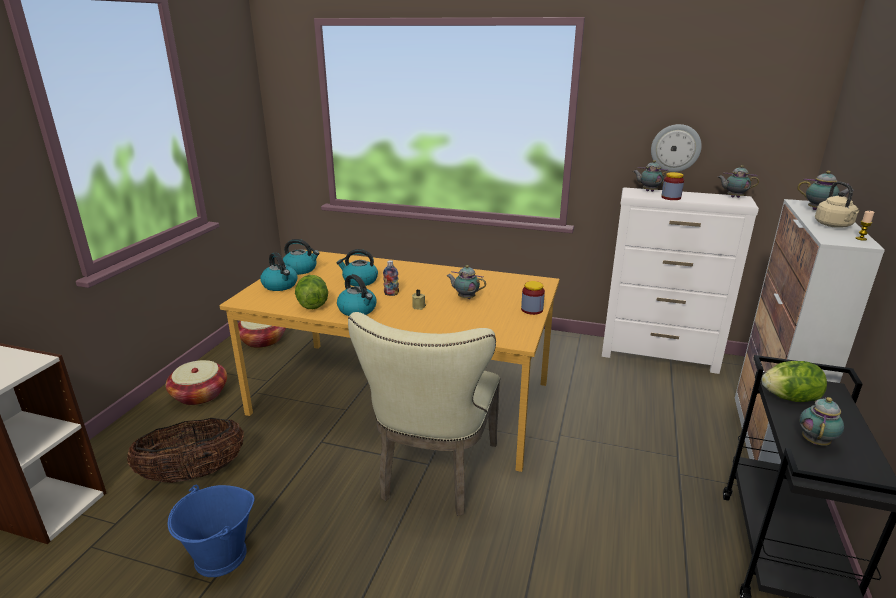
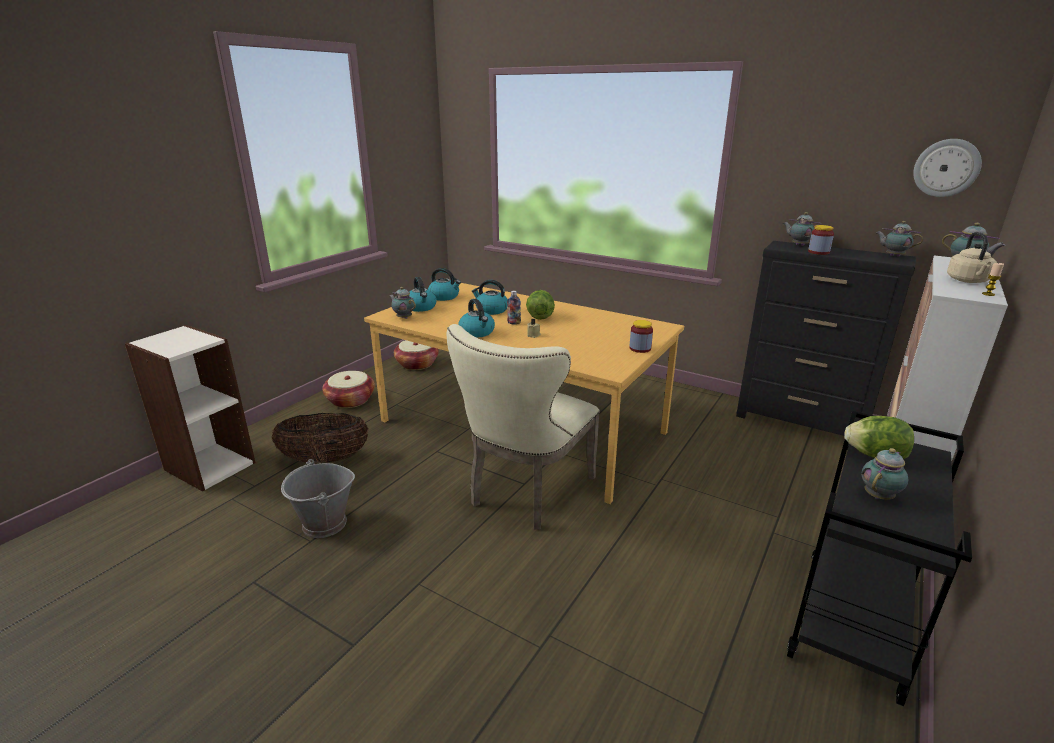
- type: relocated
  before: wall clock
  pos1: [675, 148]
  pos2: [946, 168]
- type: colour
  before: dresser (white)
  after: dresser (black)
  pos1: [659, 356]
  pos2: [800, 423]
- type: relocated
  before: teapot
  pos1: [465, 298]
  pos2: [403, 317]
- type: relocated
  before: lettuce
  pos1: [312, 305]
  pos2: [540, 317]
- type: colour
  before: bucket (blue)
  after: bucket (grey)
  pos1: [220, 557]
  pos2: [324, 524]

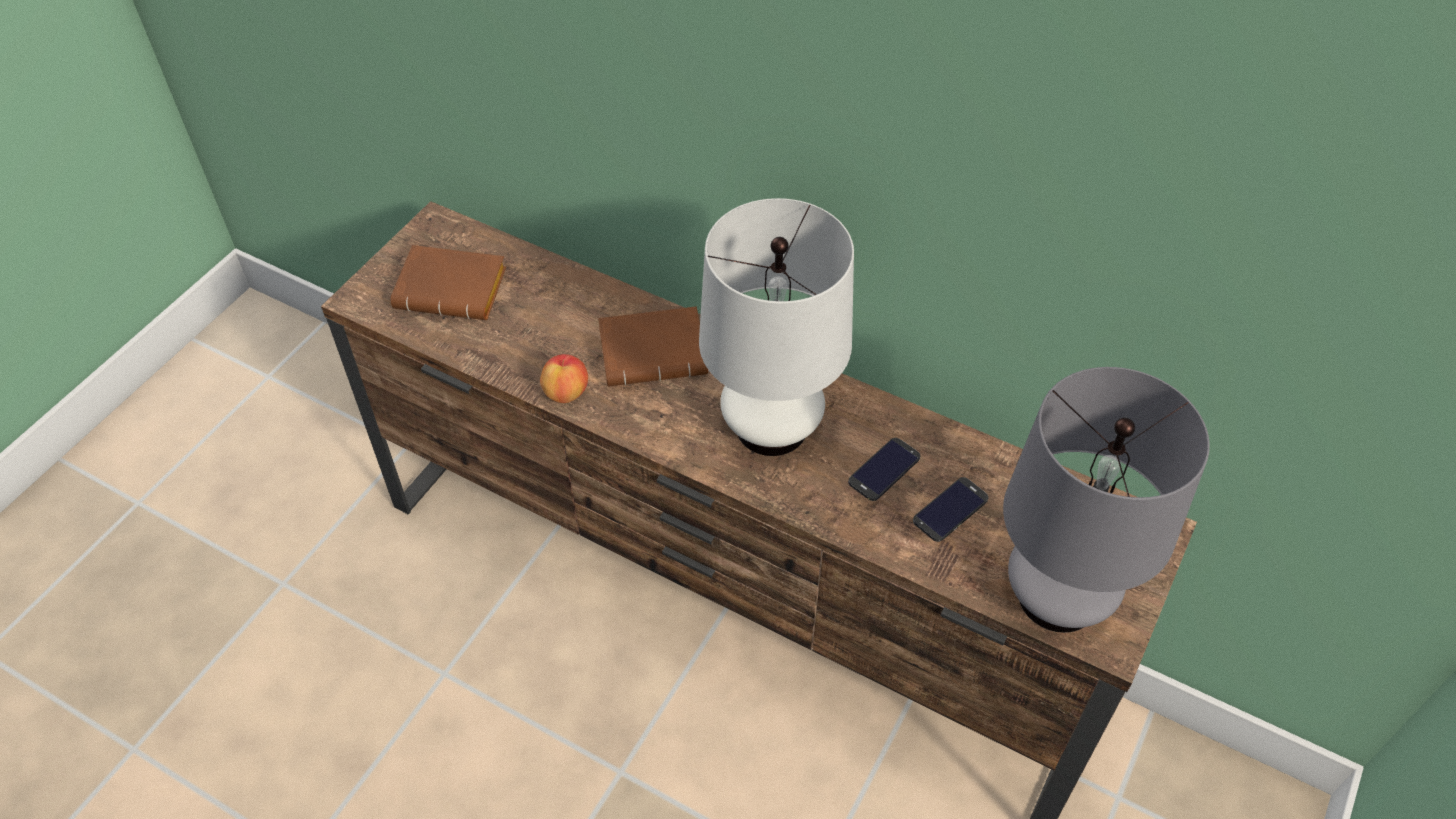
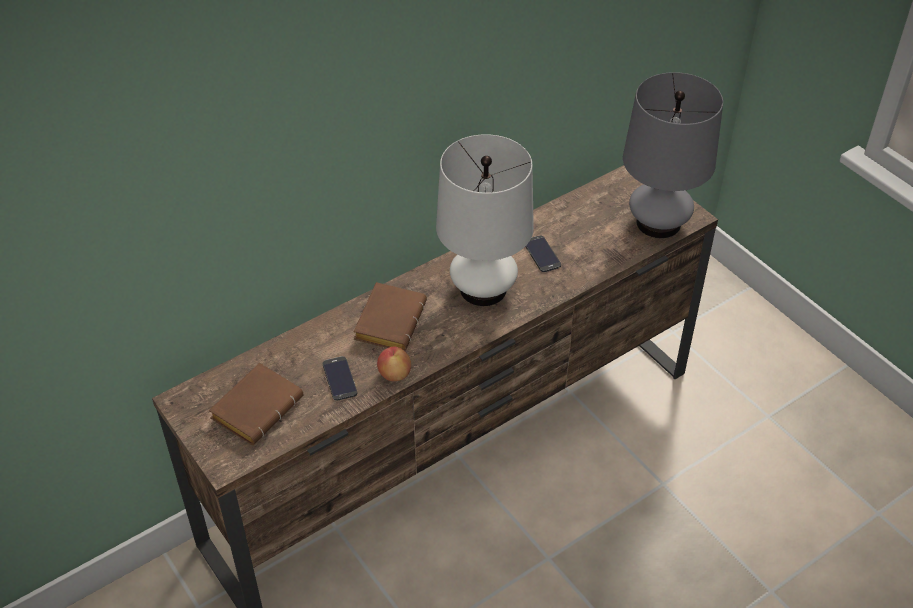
- type: relocated
  before: phone
  pos1: [950, 510]
  pos2: [340, 378]

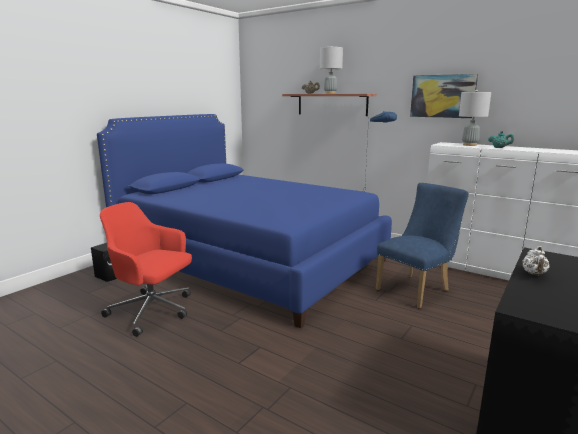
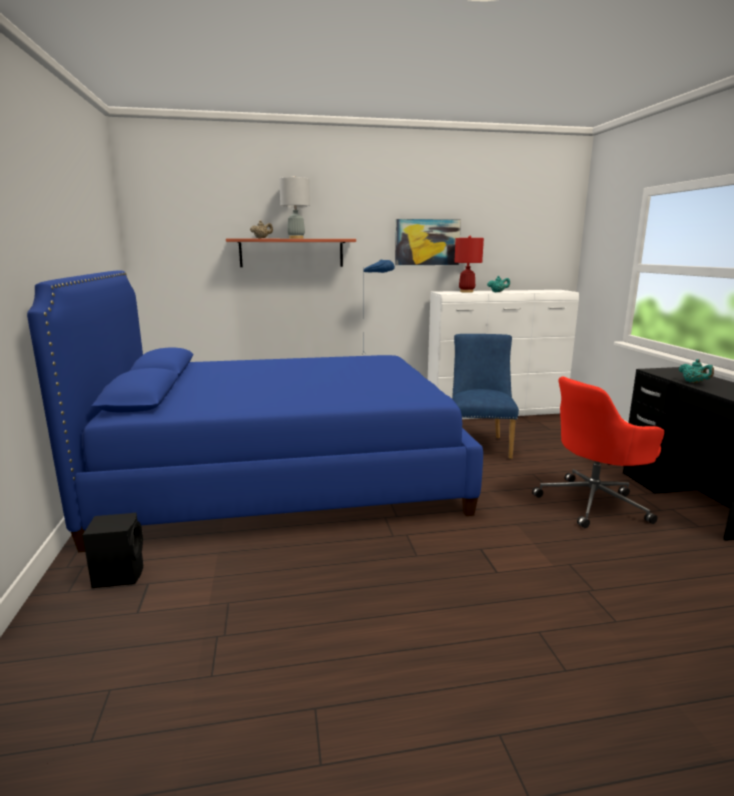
- type: colour
  before: table lamp (grey)
  after: table lamp (red)
  pos1: [469, 145]
  pos2: [466, 292]
- type: relocated
  before: office chair (red)
  pos1: [153, 311]
  pos2: [593, 503]
- type: colour
  before: teapot (white)
  after: teapot (turquoise)
  pos1: [534, 274]
  pos2: [694, 382]

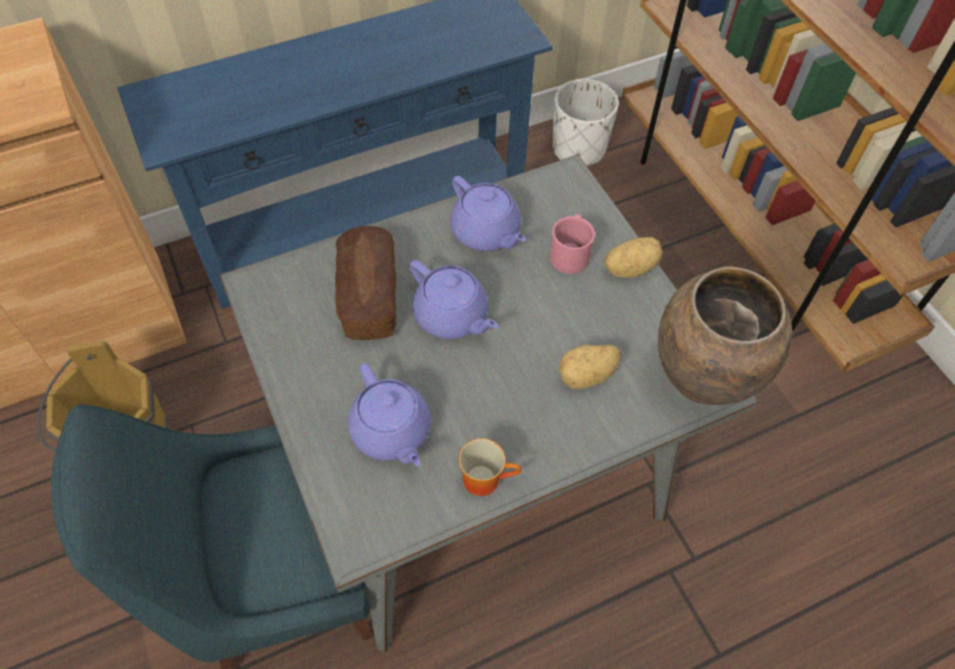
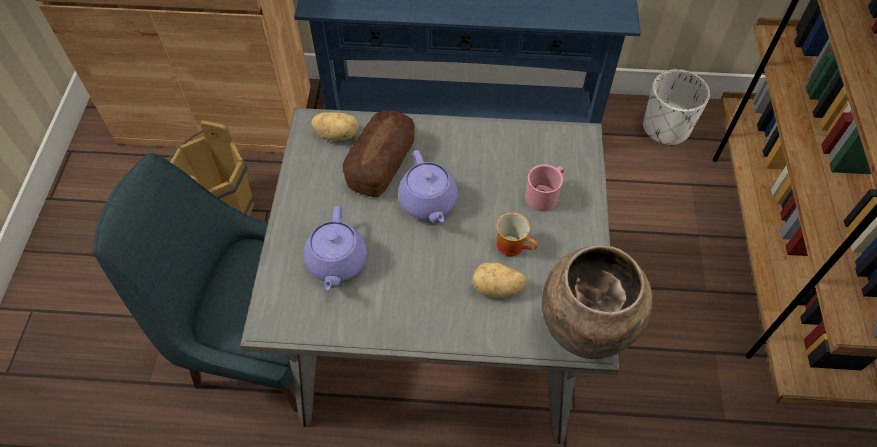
- type: missing
  before: teapot (purple)
  pos1: [486, 232]
- type: relocated
  before: potato
  pos1: [629, 267]
  pos2: [337, 134]
- type: relocated
  before: mug
  pos1: [485, 477]
  pos2: [513, 245]

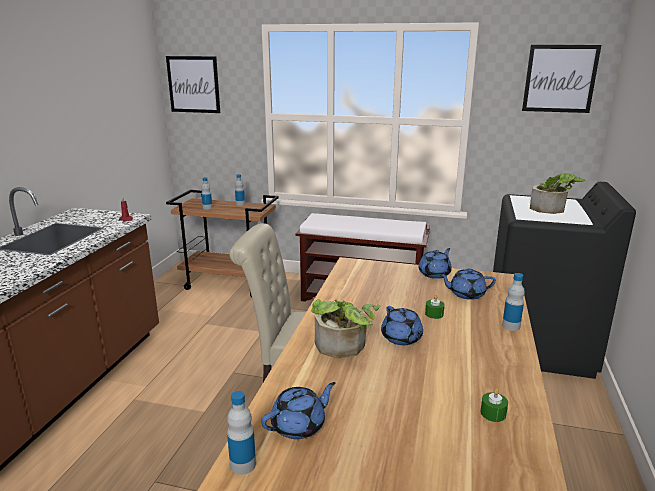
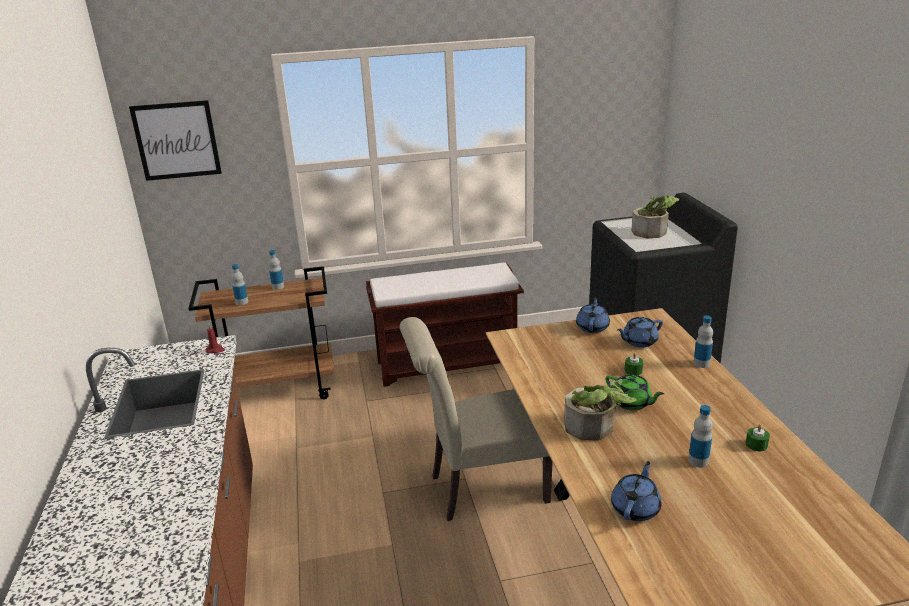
- type: missing
  before: picture
  pos1: [560, 79]
- type: colour
  before: teapot (blue)
  after: teapot (green)
  pos1: [401, 338]
  pos2: [631, 403]
- type: relocated
  before: bottle
  pos1: [243, 464]
  pos2: [698, 461]

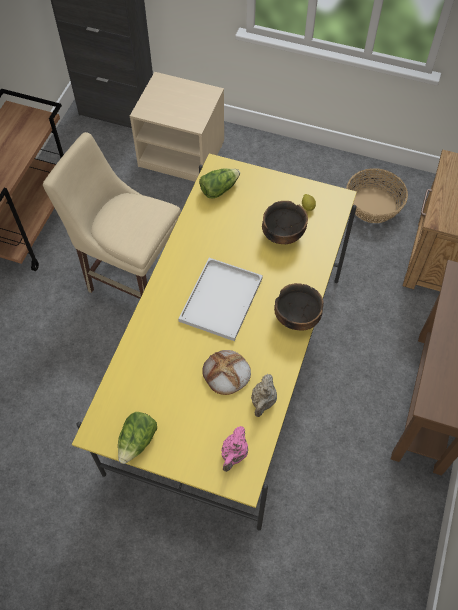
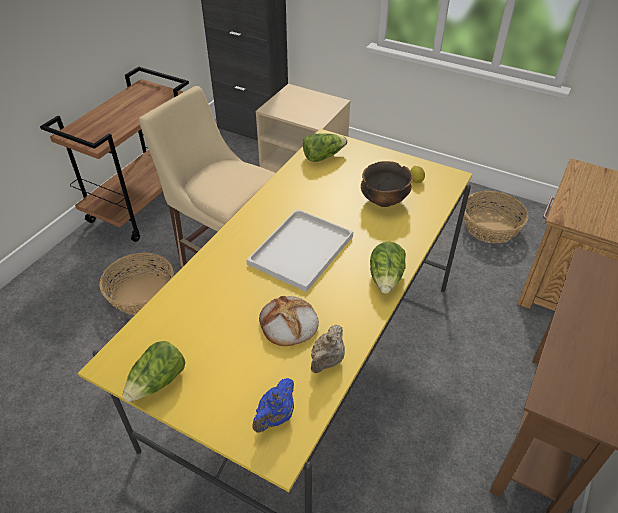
- type: exchanged
  before: bowl
  after: lettuce
  pos1: [297, 318]
  pos2: [386, 278]
- type: colour
  before: teapot (pink)
  after: teapot (blue)
  pos1: [234, 454]
  pos2: [275, 417]
- type: appeared
  after: basket
  pos2: [142, 294]

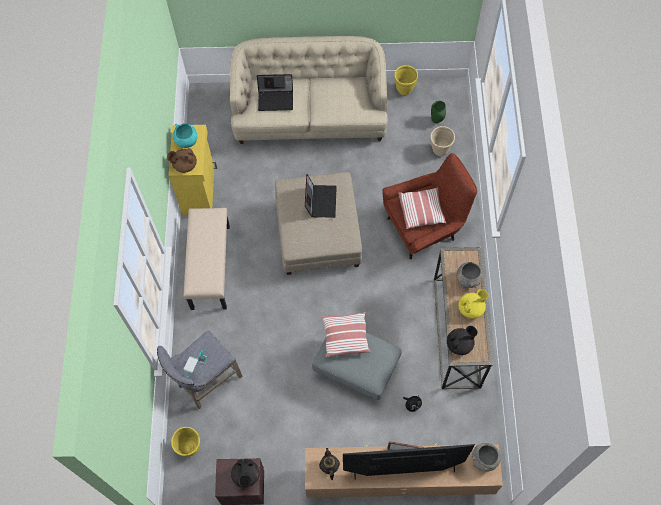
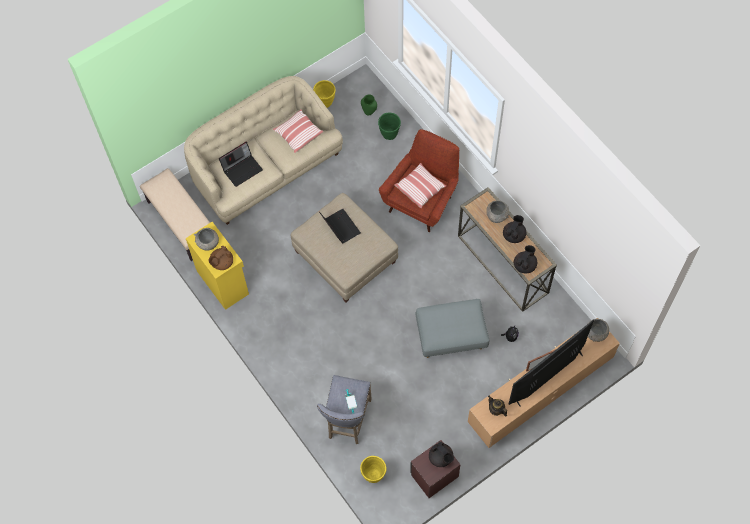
- type: colour
  before: bowl (turquoise)
  after: bowl (grey)
  pos1: [186, 142]
  pos2: [208, 244]
- type: colour
  before: planter (beige)
  after: planter (green)
  pos1: [440, 150]
  pos2: [389, 135]
- type: relocated
  before: bench (beige)
  pos1: [210, 267]
  pos2: [181, 223]
- type: colour
  before: teapot (yellow)
  after: teapot (black)
  pos1: [471, 308]
  pos2: [514, 235]
- type: relocated
  before: pillow
  pos1: [345, 336]
  pos2: [298, 134]

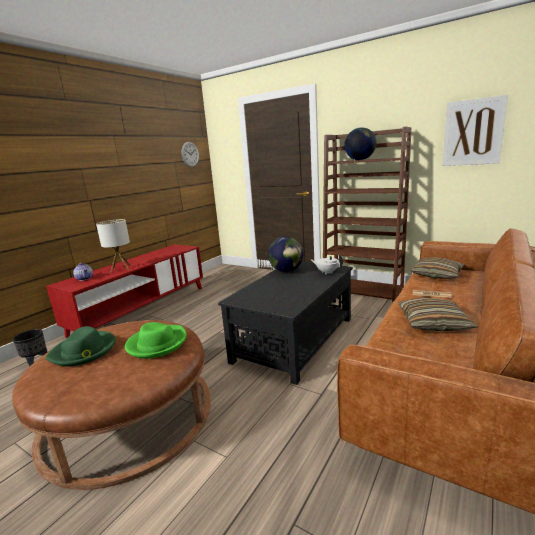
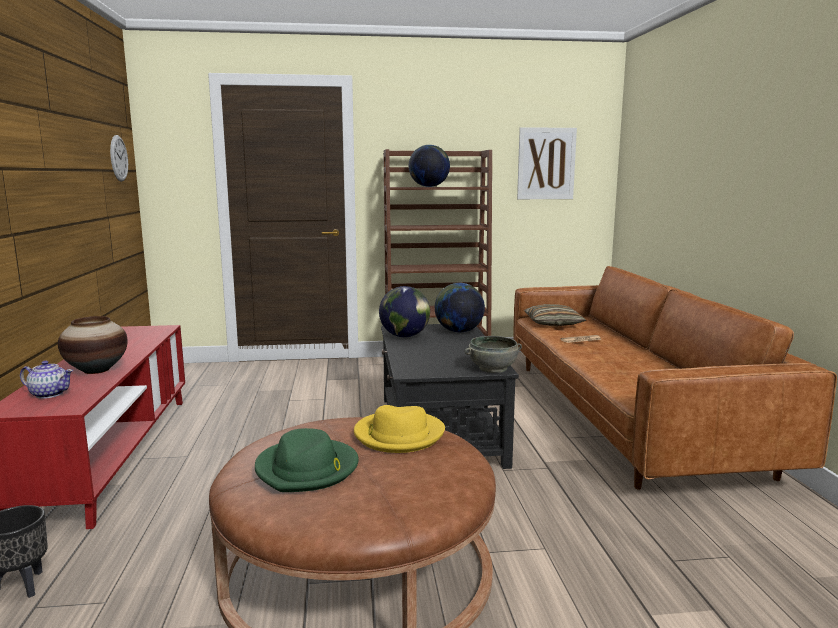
- type: exchanged
  before: table lamp
  after: vase
  pos1: [120, 269]
  pos2: [96, 370]
- type: exchanged
  before: teapot (white)
  after: globe
  pos1: [327, 272]
  pos2: [458, 331]
- type: missing
  before: pillow
  pos1: [433, 323]
- type: colour
  before: hat (green)
  after: hat (yellow)
  pos1: [157, 343]
  pos2: [398, 435]
- type: appeared
  after: bowl (grey)
  pos2: [492, 368]

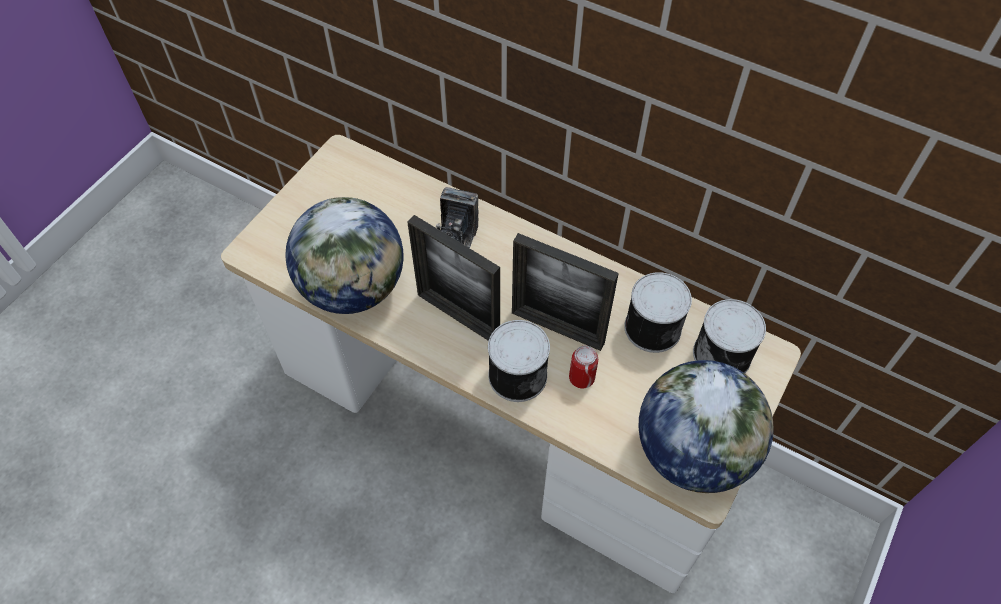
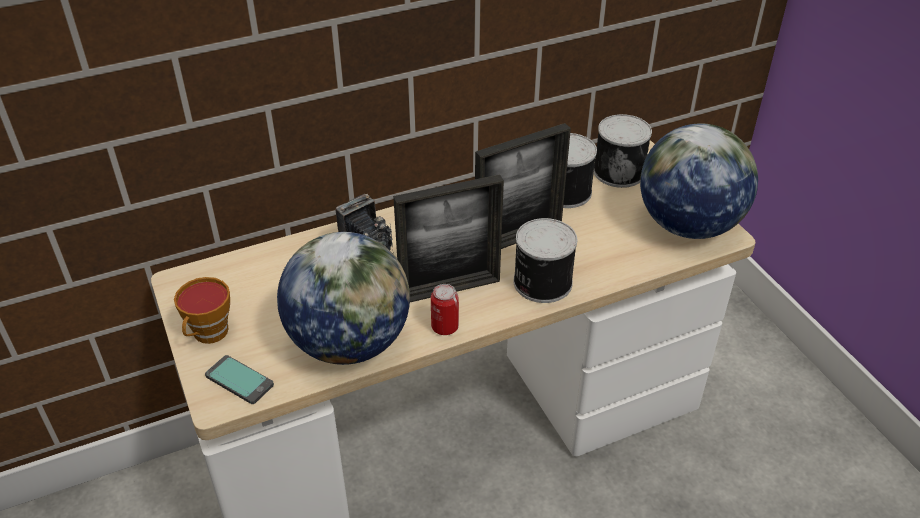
- type: relocated
  before: can
  pos1: [581, 378]
  pos2: [445, 327]
- type: appeared
  after: cup
  pos2: [209, 334]
- type: appeared
  after: phone
  pos2: [239, 380]

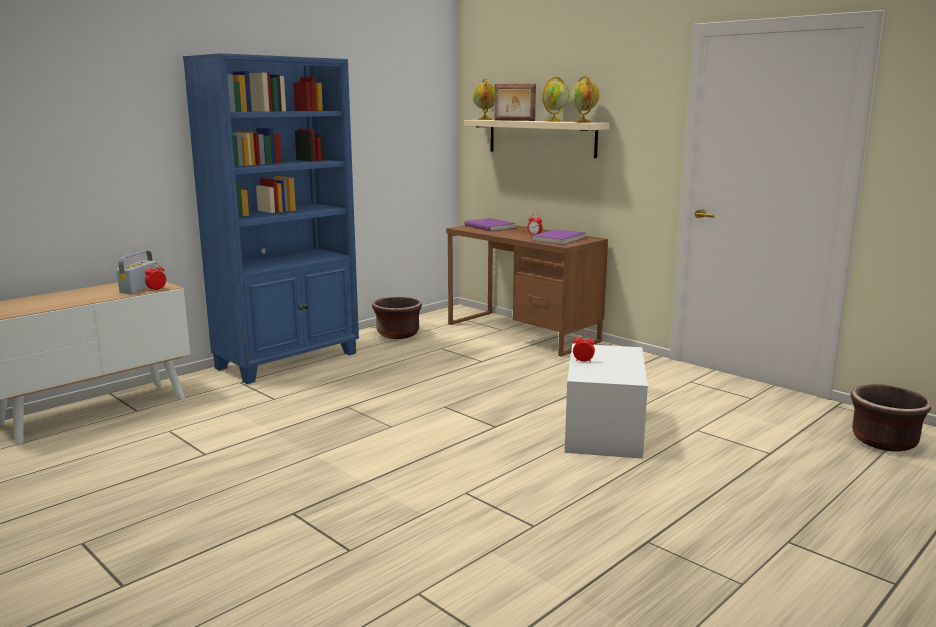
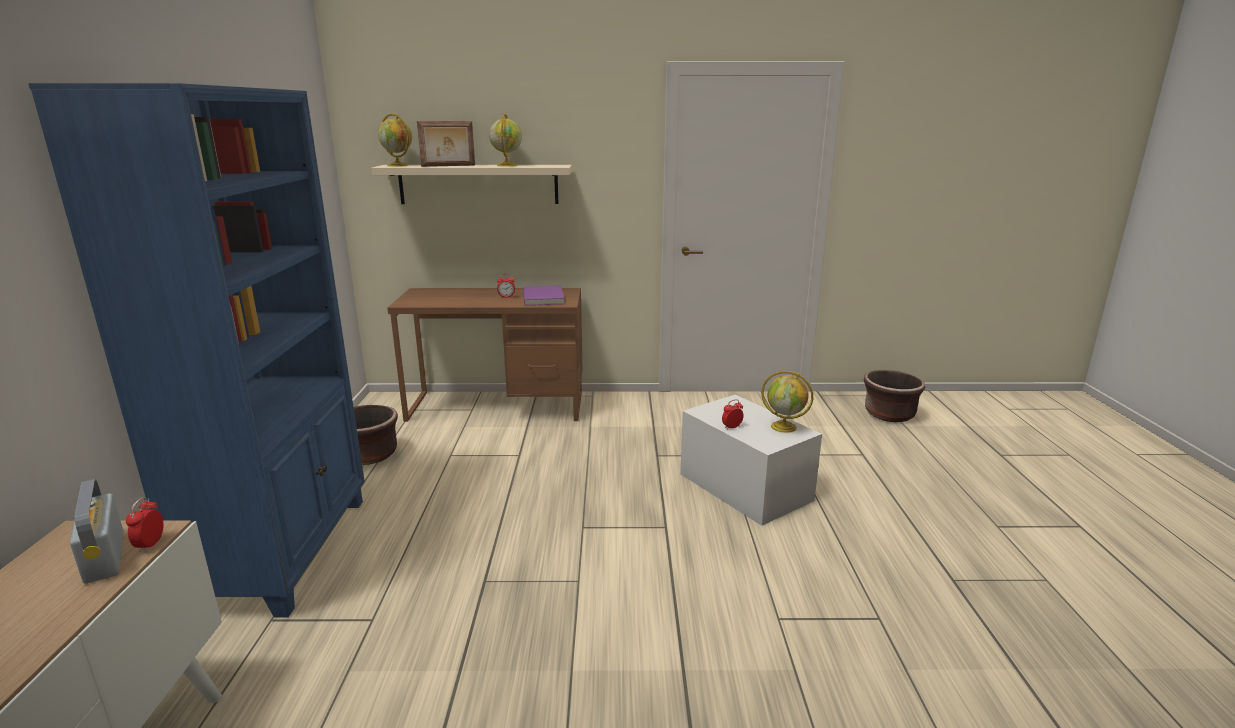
- type: relocated
  before: globe
  pos1: [583, 122]
  pos2: [784, 427]
- type: missing
  before: book (purple)
  pos1: [490, 227]

